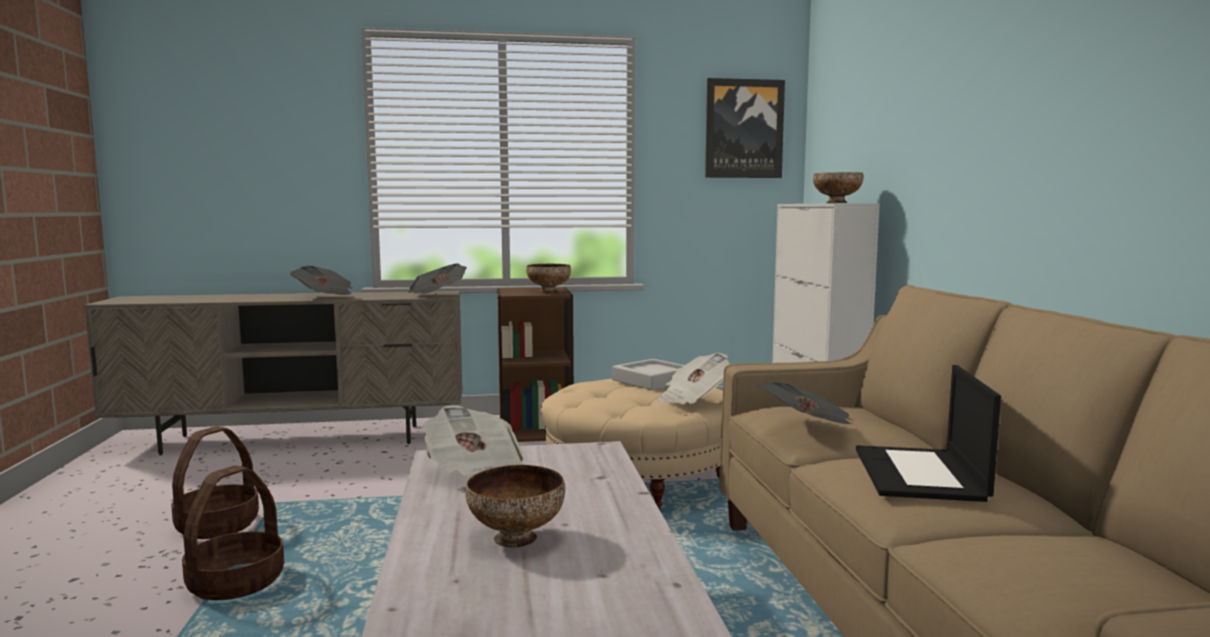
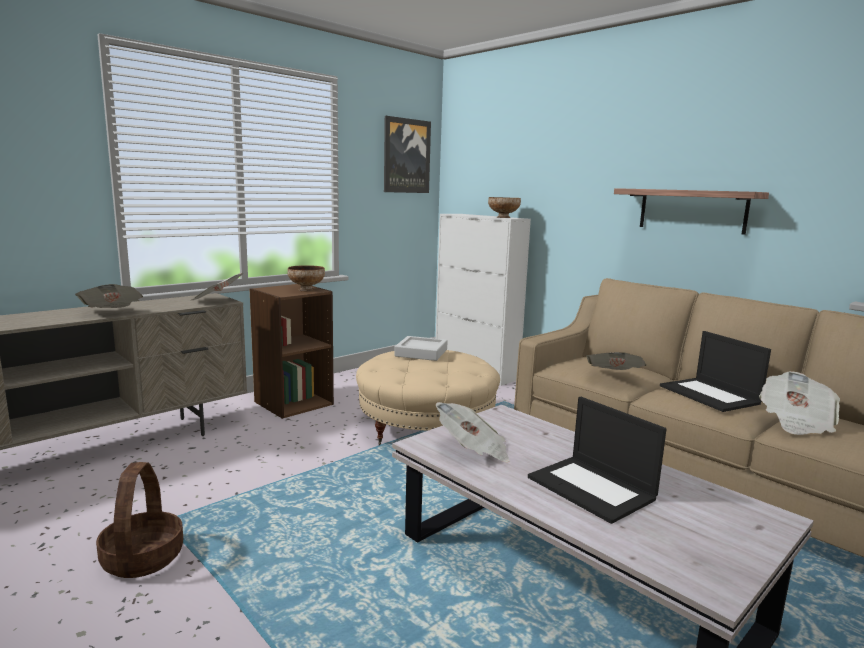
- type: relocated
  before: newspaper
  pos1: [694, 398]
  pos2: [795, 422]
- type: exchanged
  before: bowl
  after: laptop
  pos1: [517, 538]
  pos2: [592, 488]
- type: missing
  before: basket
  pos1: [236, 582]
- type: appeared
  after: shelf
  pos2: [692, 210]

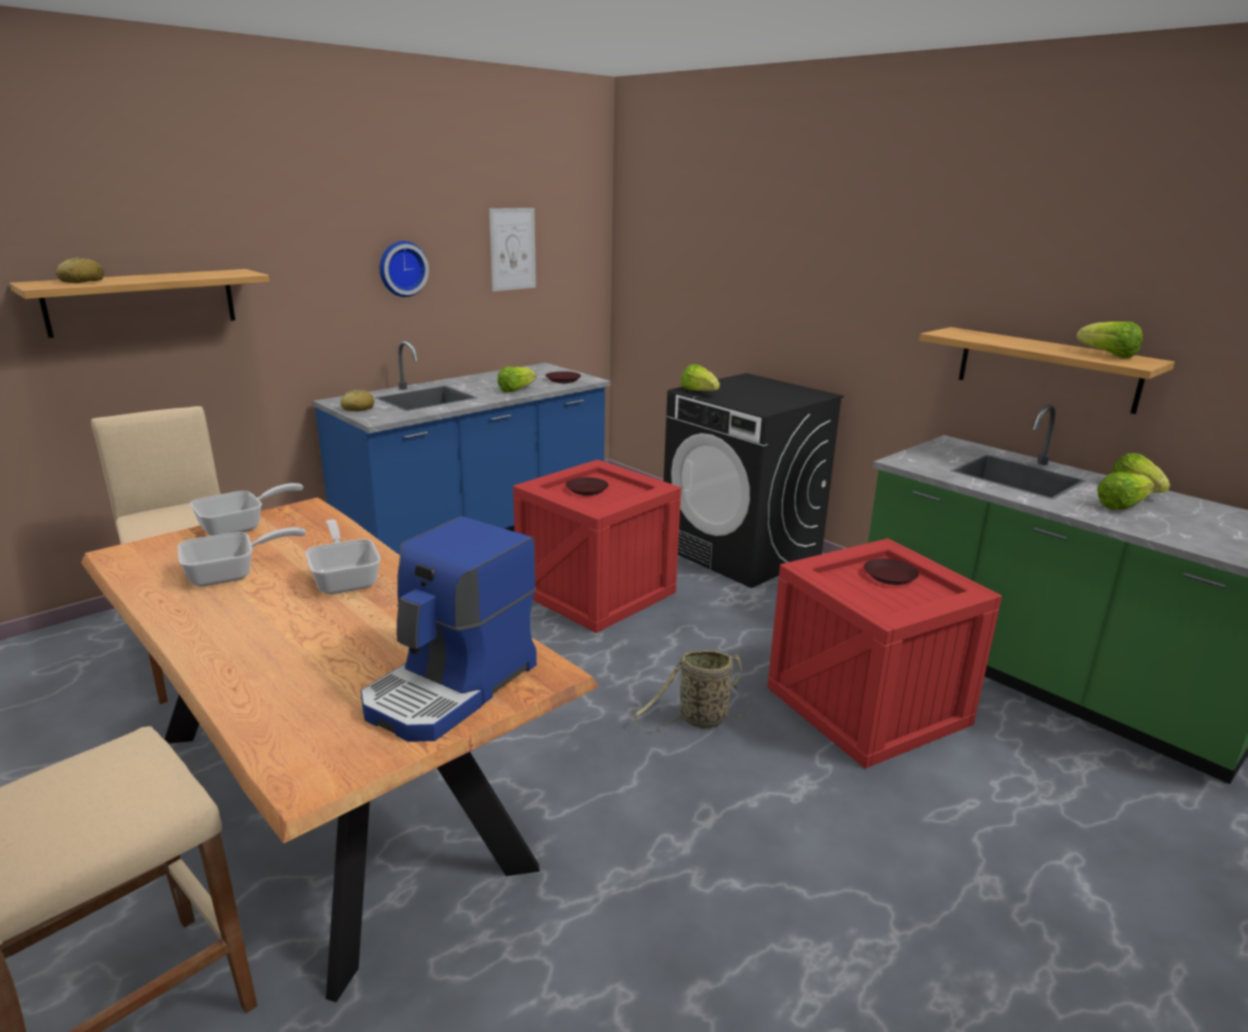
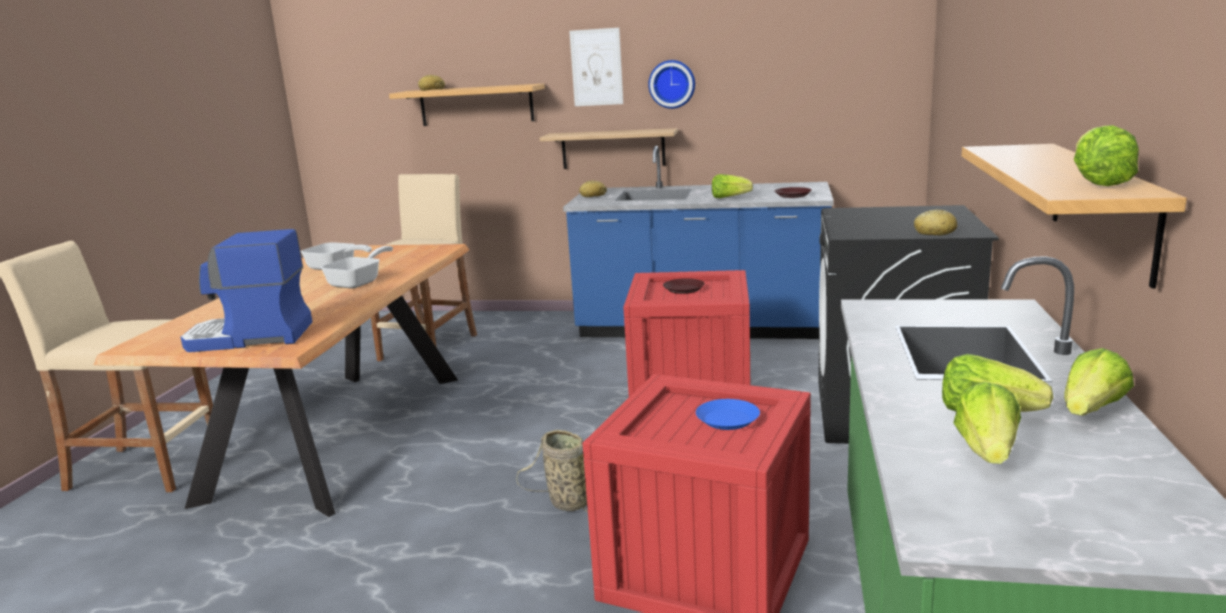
- type: relocated
  before: picture
  pos1: [512, 249]
  pos2: [596, 67]
- type: relocated
  before: lettuce
  pos1: [699, 392]
  pos2: [987, 451]
- type: missing
  before: frying pan
  pos1: [240, 527]
- type: colour
  before: plate (brown)
  after: plate (blue)
  pos1: [889, 576]
  pos2: [727, 419]
- type: appeared
  after: shelf
  pos2: [613, 149]
- type: appeared
  after: bread
  pos2: [934, 232]

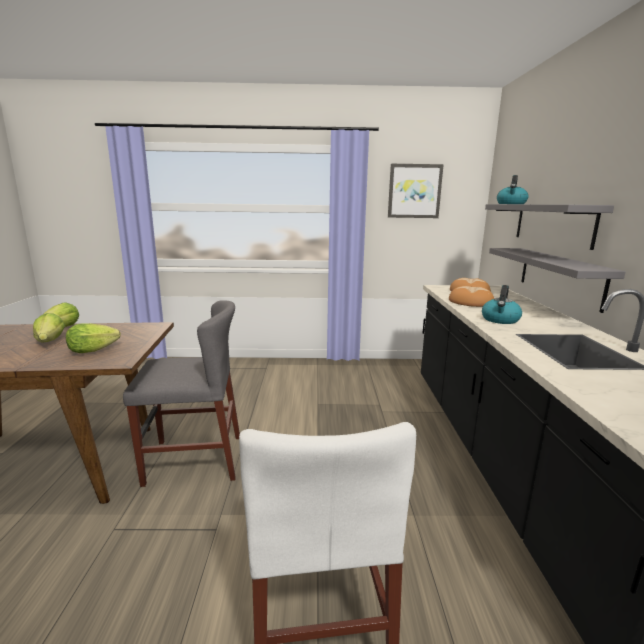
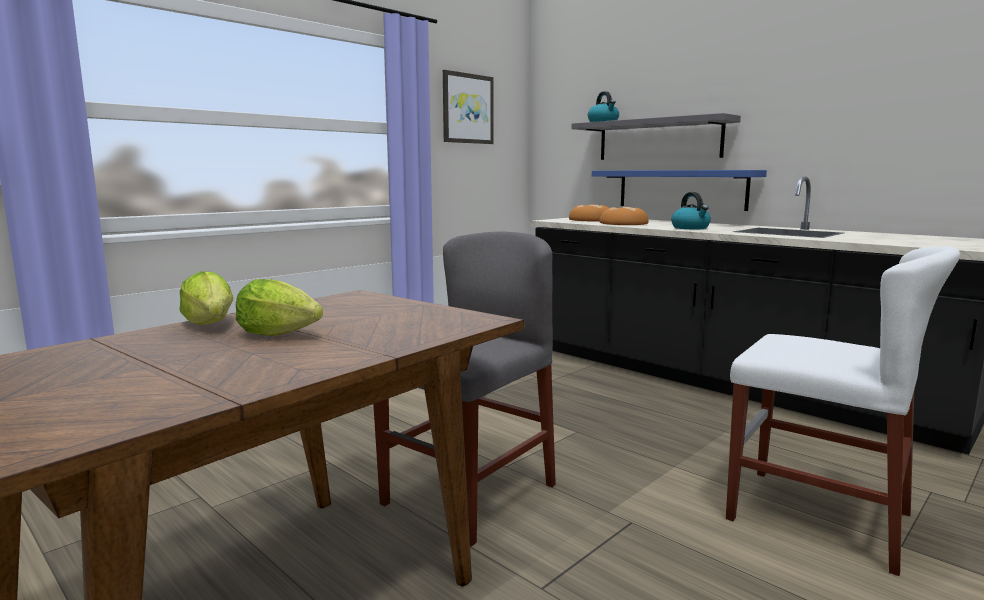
- type: colour
  before: shelf (grey)
  after: shelf (blue)
  pos1: [559, 276]
  pos2: [681, 189]
- type: missing
  before: lettuce
  pos1: [92, 350]

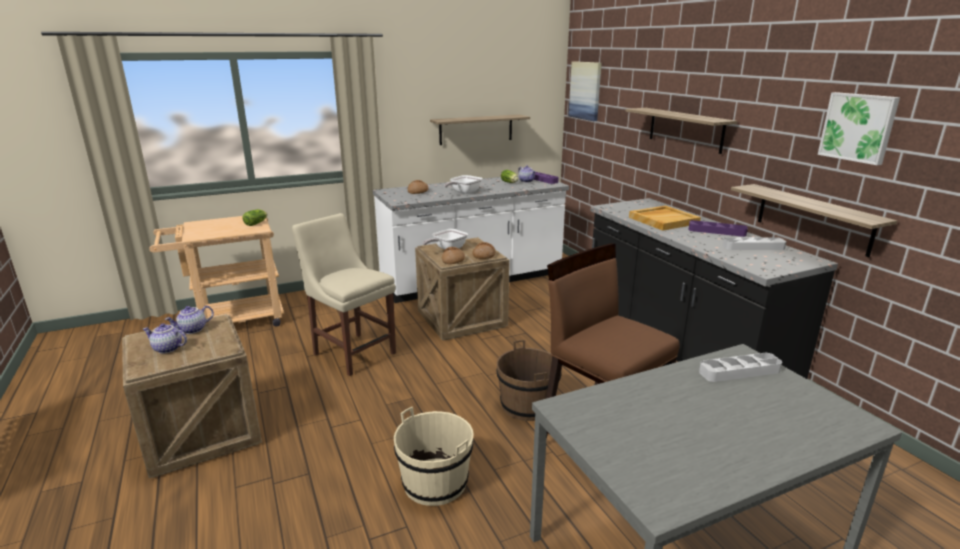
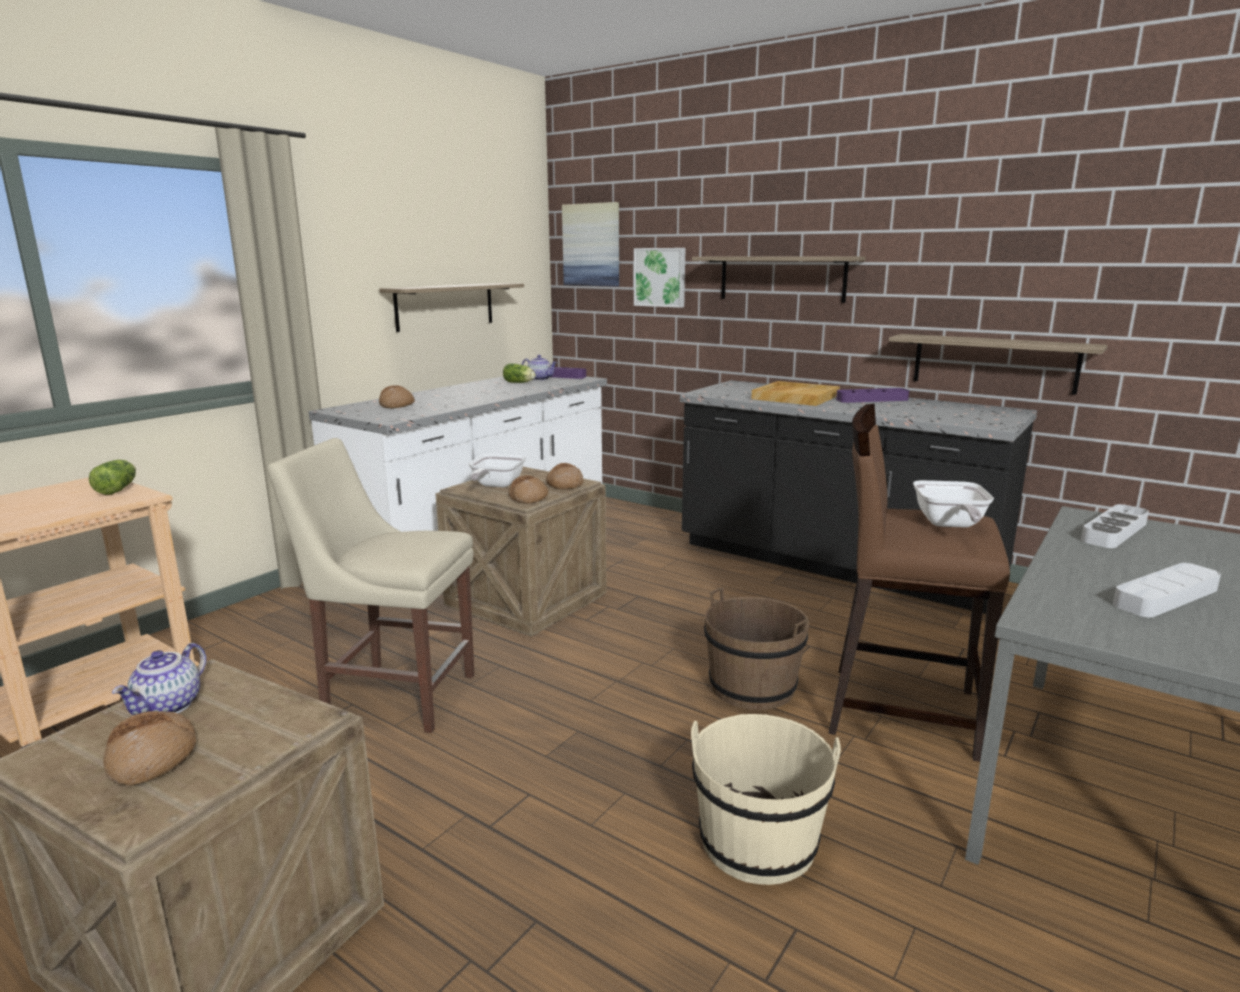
- type: relocated
  before: picture
  pos1: [858, 127]
  pos2: [660, 277]
- type: relocated
  before: frying pan
  pos1: [463, 192]
  pos2: [949, 525]
- type: relocated
  before: tray (grey)
  pos1: [753, 247]
  pos2: [1165, 597]
- type: exchanged
  before: teapot
  after: bread
  pos1: [167, 349]
  pos2: [152, 759]

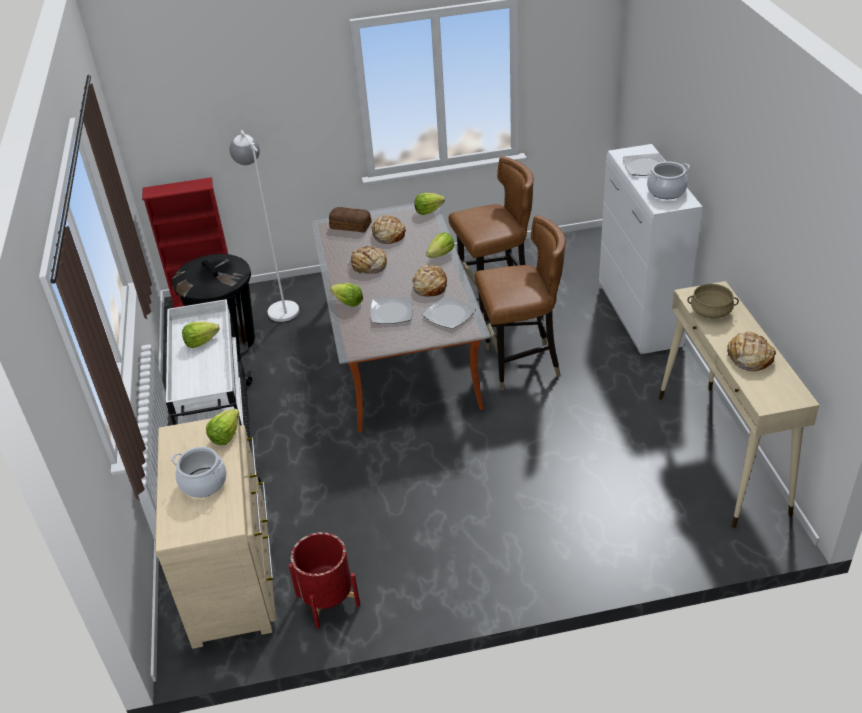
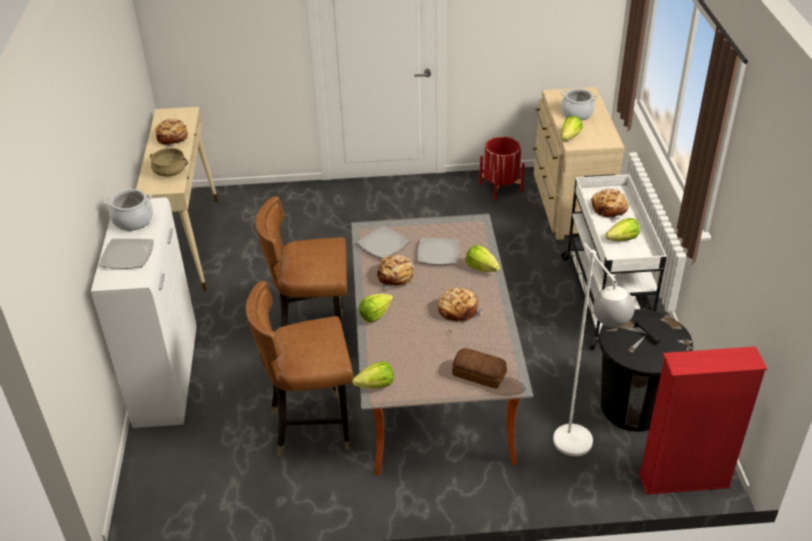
- type: relocated
  before: bread
  pos1: [388, 235]
  pos2: [609, 209]

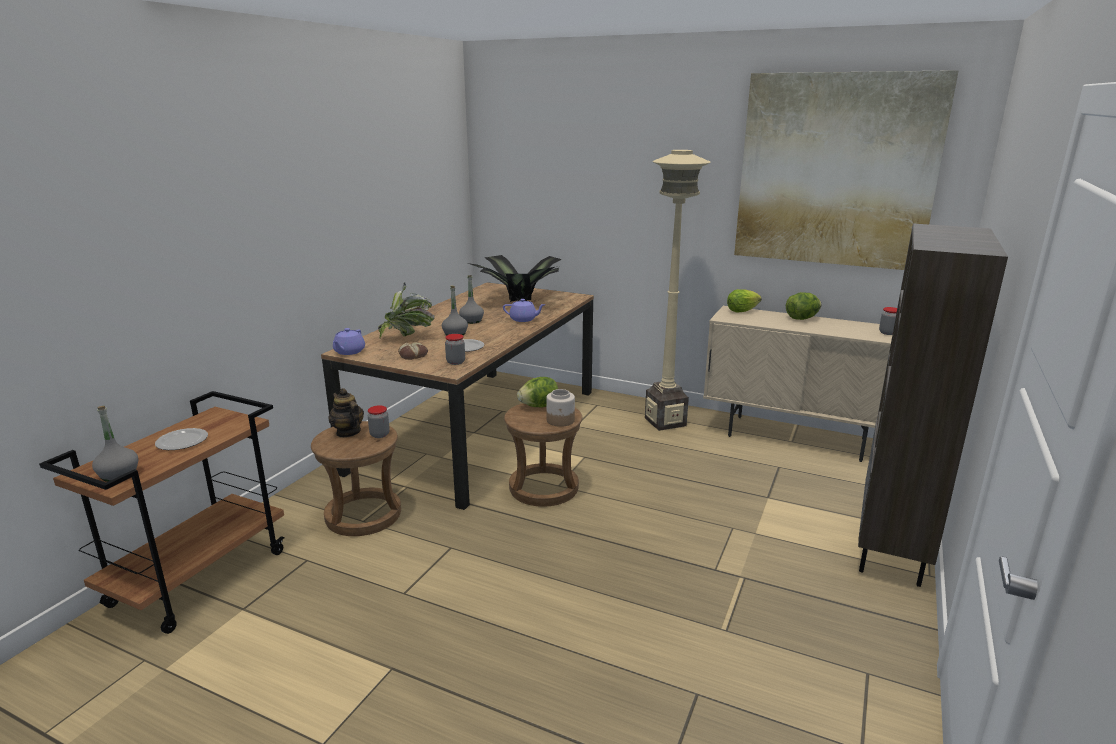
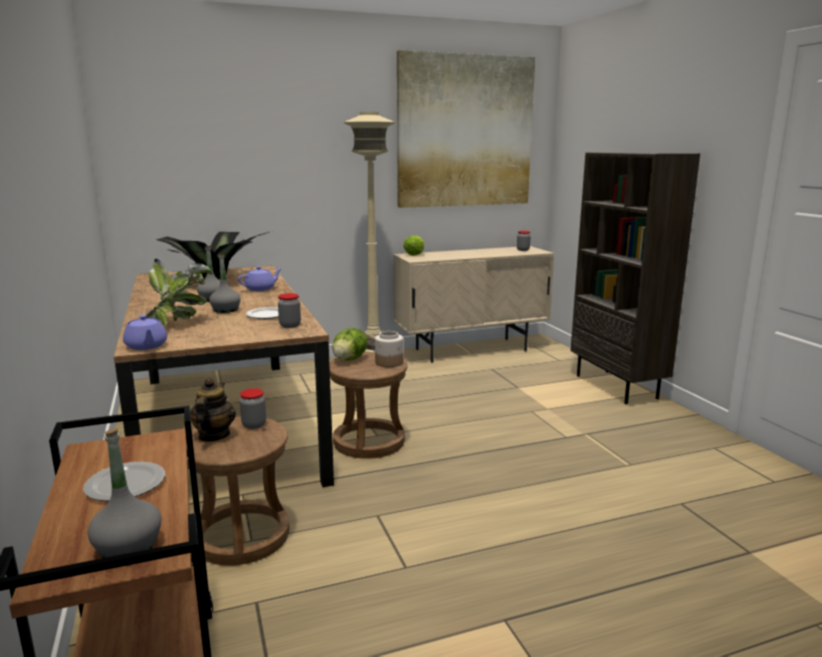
- type: missing
  before: lettuce
  pos1: [802, 318]
- type: missing
  before: bread
  pos1: [413, 355]
- type: spun
  before: teapot
  pos1: [348, 432]
  pos2: [213, 436]
  turn: 90

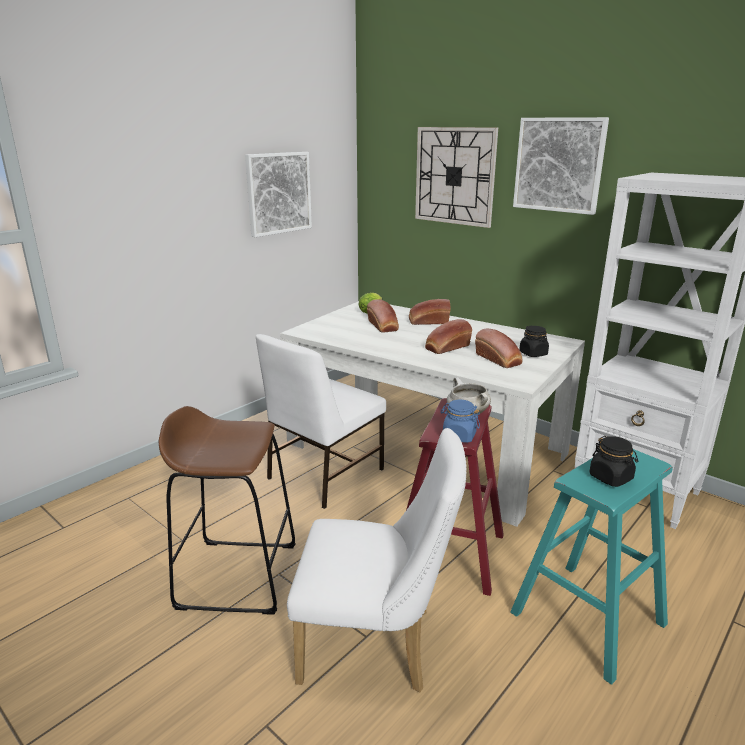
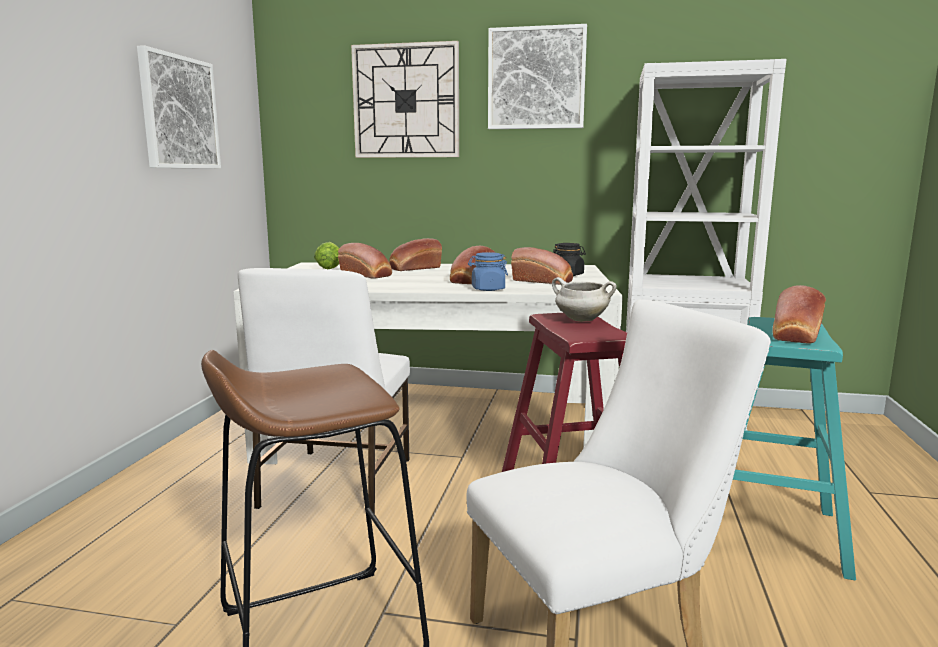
- type: relocated
  before: jar (blue)
  pos1: [459, 436]
  pos2: [488, 289]
- type: exchanged
  before: jar (black)
  after: bread
  pos1: [611, 477]
  pos2: [796, 334]

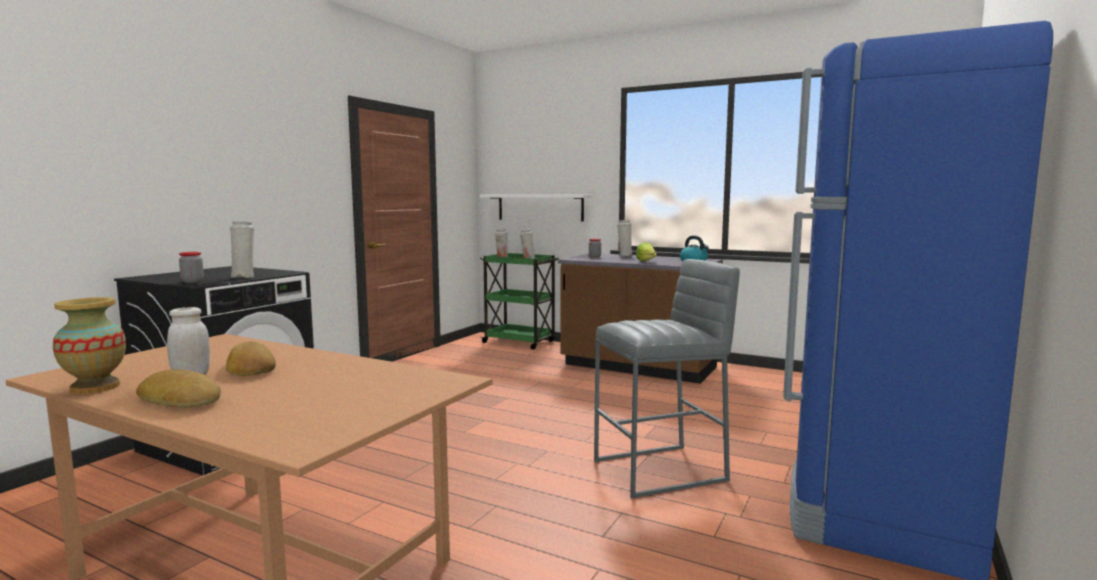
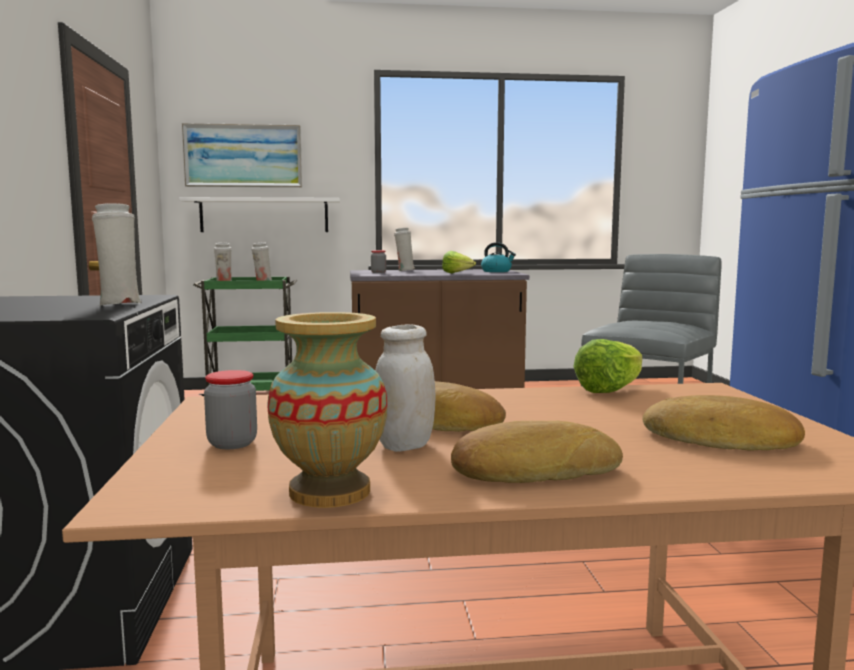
- type: relocated
  before: jar
  pos1: [192, 282]
  pos2: [232, 443]
- type: appeared
  after: picture
  pos2: [243, 156]
- type: appeared
  after: lettuce
  pos2: [610, 390]
- type: appeared
  after: bread
  pos2: [722, 439]

